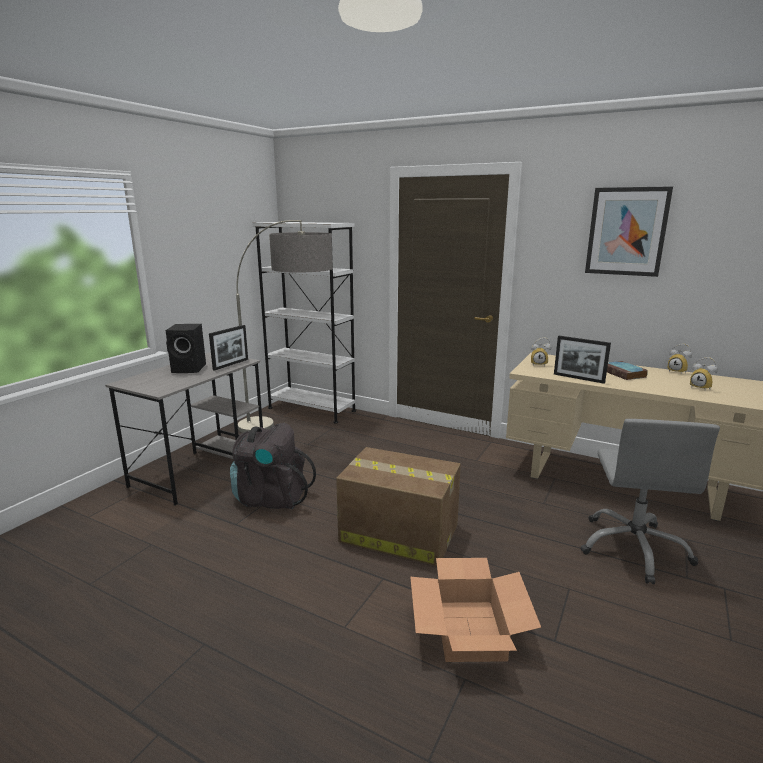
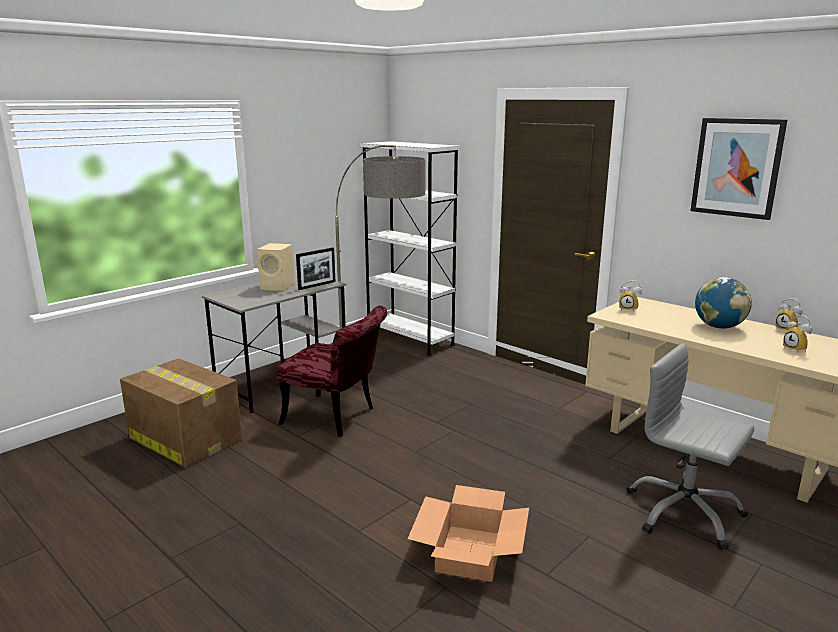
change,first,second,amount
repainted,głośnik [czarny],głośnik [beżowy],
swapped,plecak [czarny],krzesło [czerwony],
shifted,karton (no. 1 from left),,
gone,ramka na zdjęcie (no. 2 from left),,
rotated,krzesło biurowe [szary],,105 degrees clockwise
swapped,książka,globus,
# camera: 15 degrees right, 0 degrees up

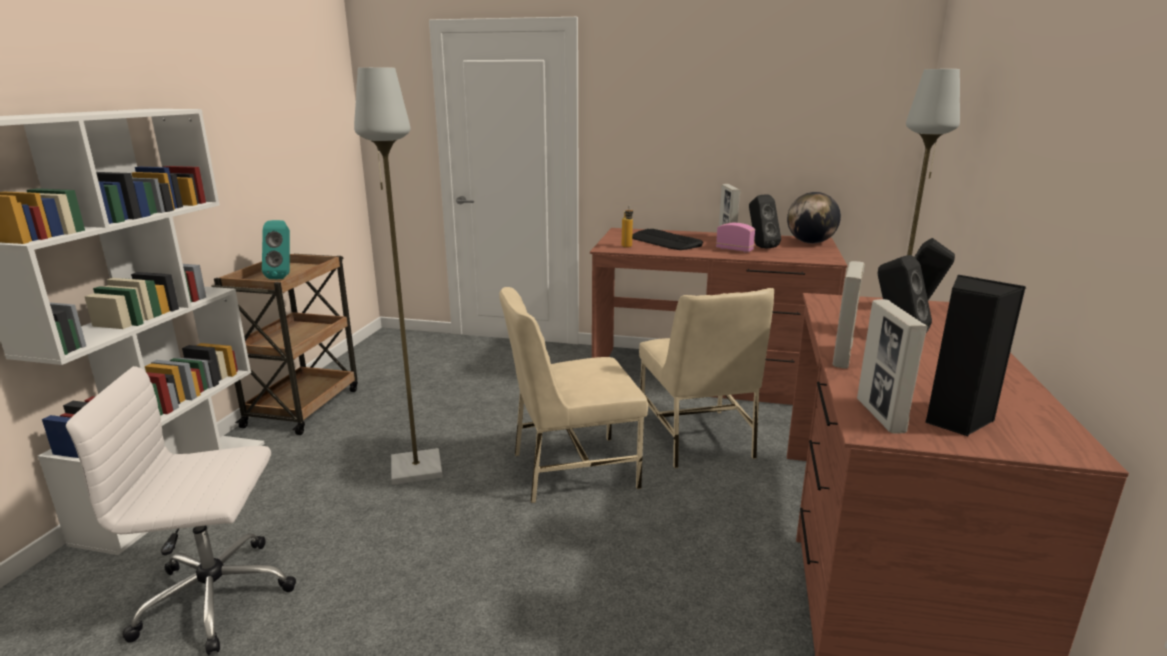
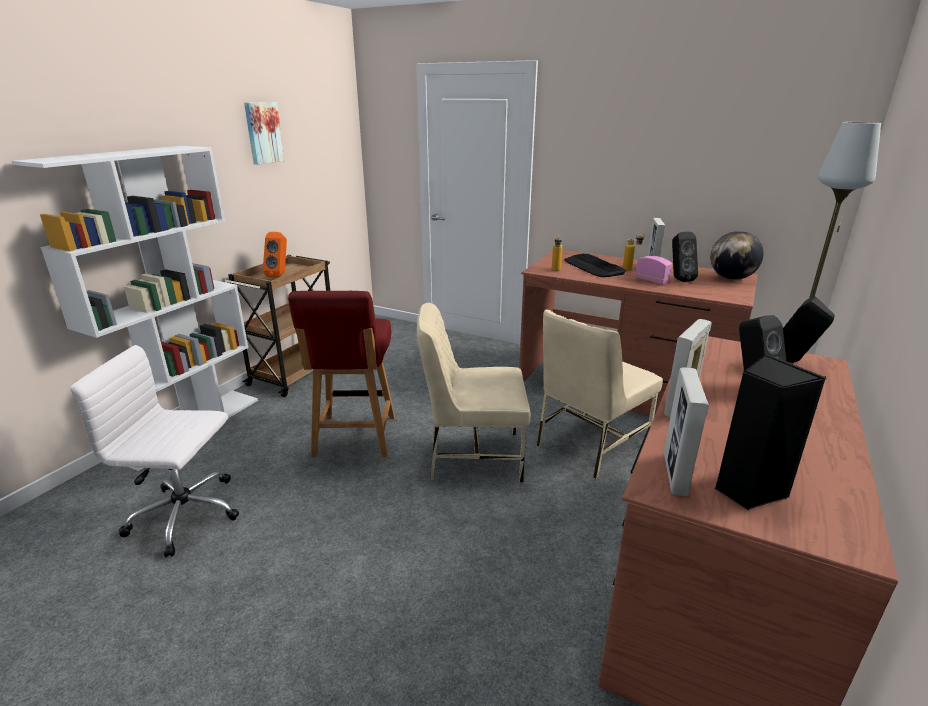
change,first,second,amount
repainted,głośnik [turkusowy],głośnik [pomarańczowy],
swapped,lampa stojąca [szary] (no. 1 from left),krzesło [czerwony],
rotated,krzesło [beżowy] (no. 2 from left),,45 degrees clockwise
new,,obraz,
new,,butelka (no. 2 from left),
# camera: 15 degrees right, 5 degrees up

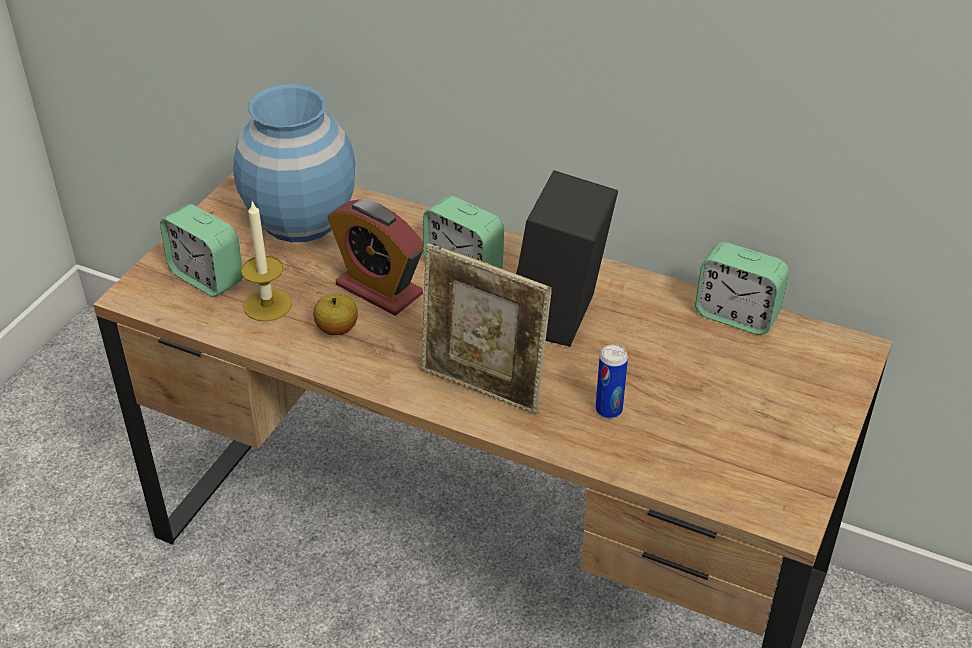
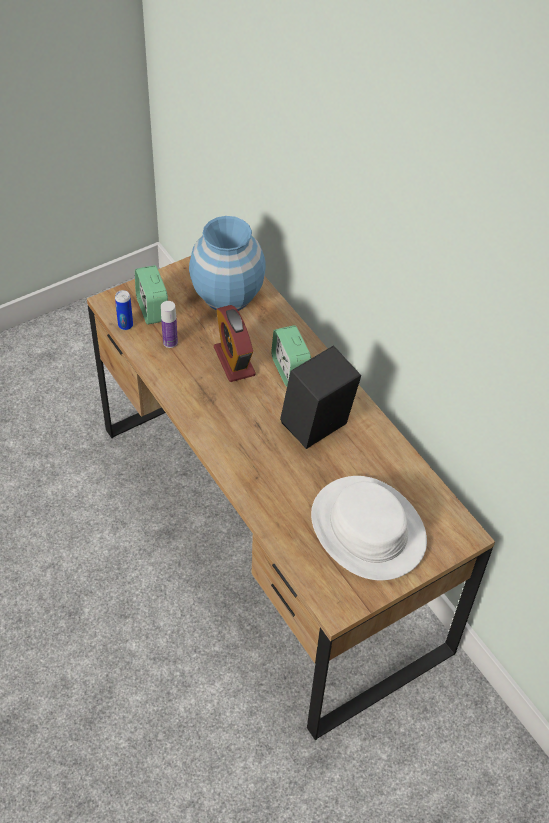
change,first,second,amount
swapped,świeca,butelka,
gone,jabłko,,
gone,ramka na zdjęcie,,
shifted,puszka,,
gone,budzik (no. 4 from left),,
new,,kapelusz [biały],
# camera: 30 degrees right, 10 degrees up

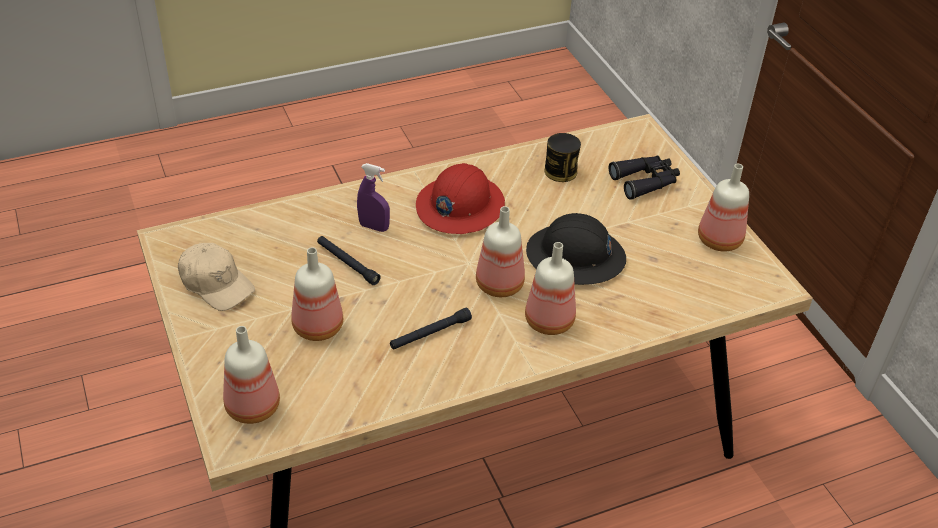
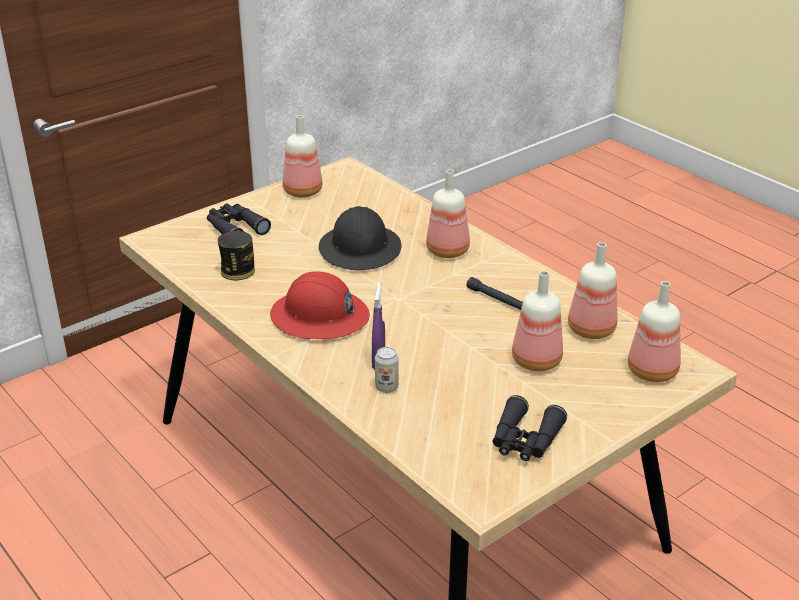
change,first,second,amount
swapped,czapka z daszkiem [beżowy],lornetka [czarny] (no. 2 from left),
gone,latarka [czarny] (no. 1 from left),,
shifted,butelka (no. 3 from left in the first image),butelka (no. 4 from left),
new,,puszka (no. 2 from left),
# camera: 105 degrees left, 10 degrees down

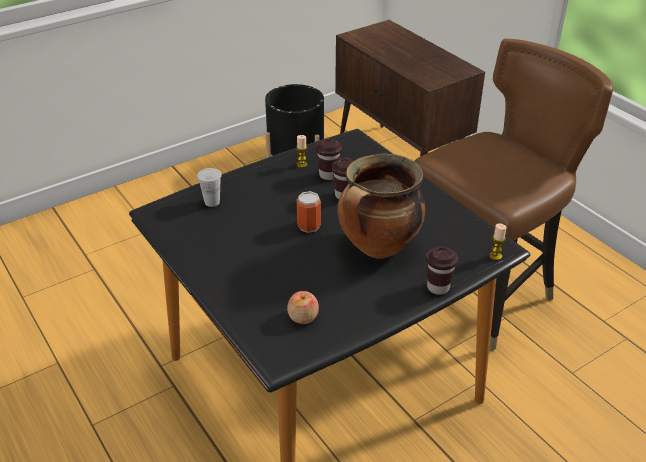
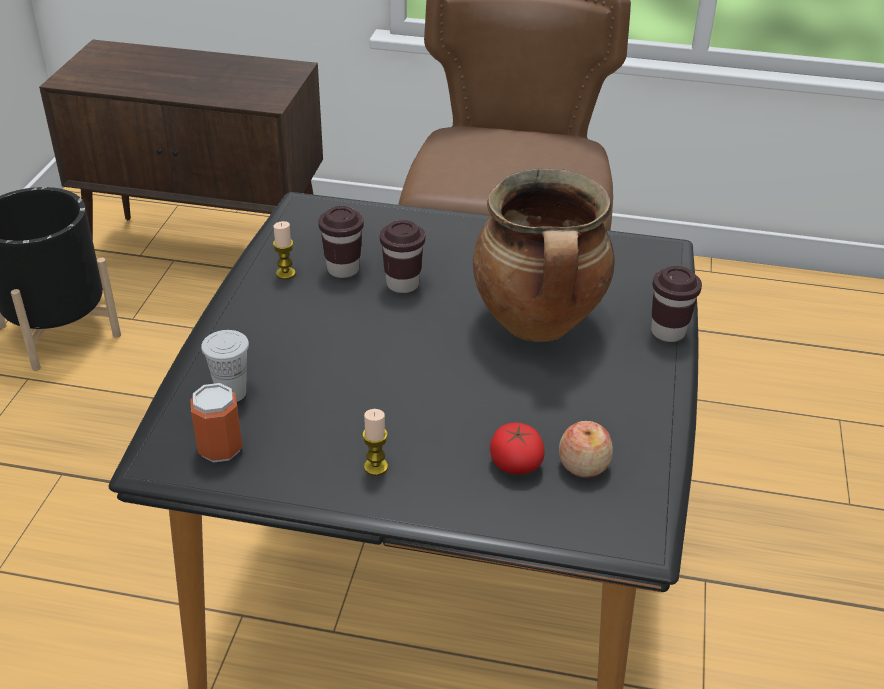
change,first,second,amount
shifted,puszka,,
shifted,świeca (no. 2 from left),,
new,,pomidor,
# camera: 45 degrees left, 0 degrees up

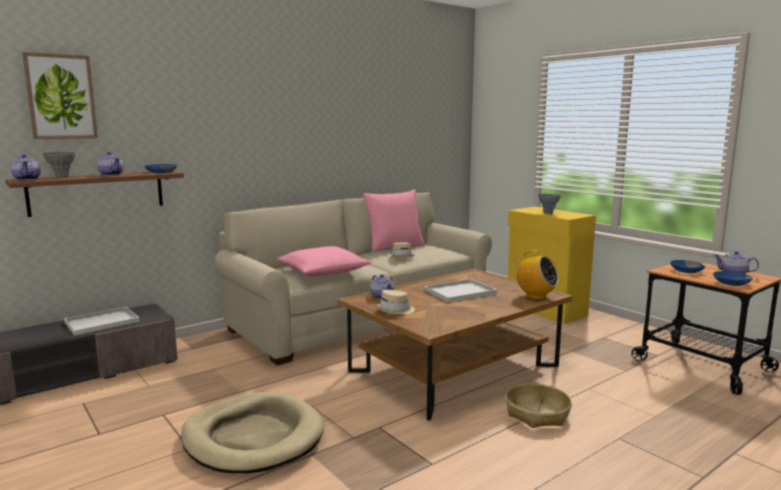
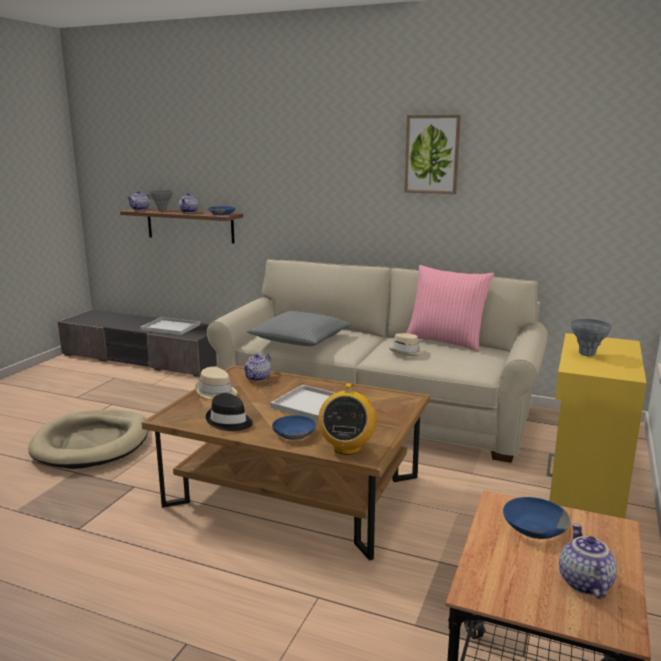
change,first,second,amount
shifted,obraz,,
repainted,poduszka [różowy] (no. 1 from left),poduszka [szary],
gone,koszyk,,
shifted,miska [niebieski] (no. 3 from left in the first image),miska [niebieski] (no. 2 from left),
new,,kapelusz [czarny],
# camera: 60 degrees right, 5 degrees up

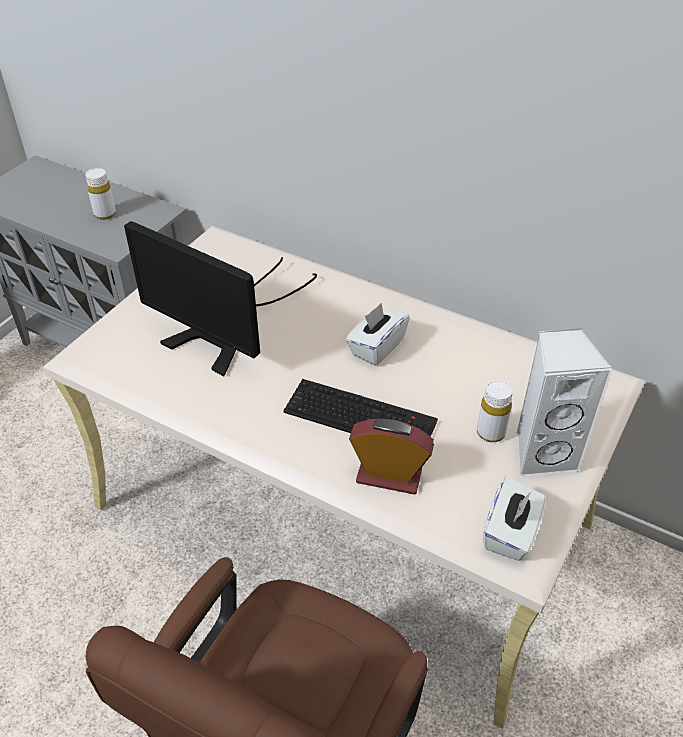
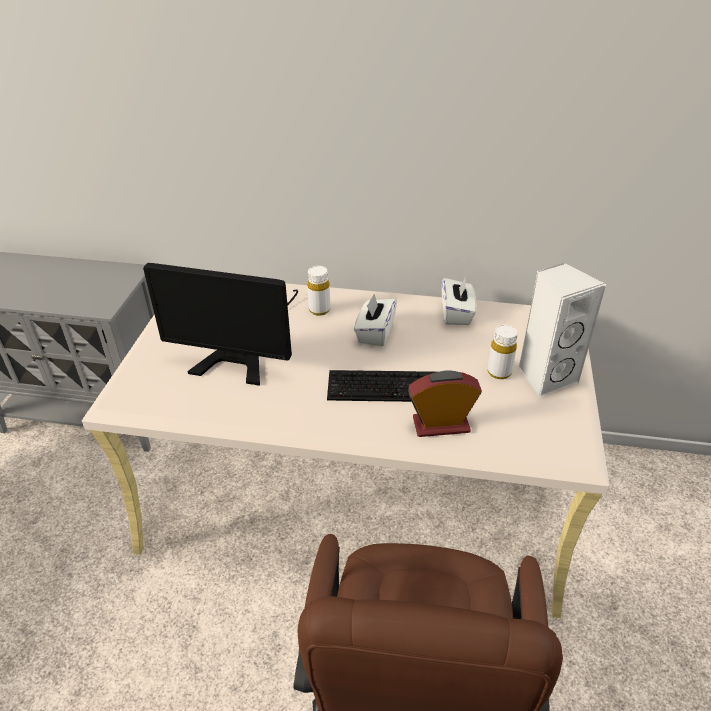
change,first,second,amount
shifted,butelka [biały] (no. 1 from left),,
shifted,pudełko chusteczek [biały] (no. 2 from left),,
# camera: 20 degrees left, 5 degrees down

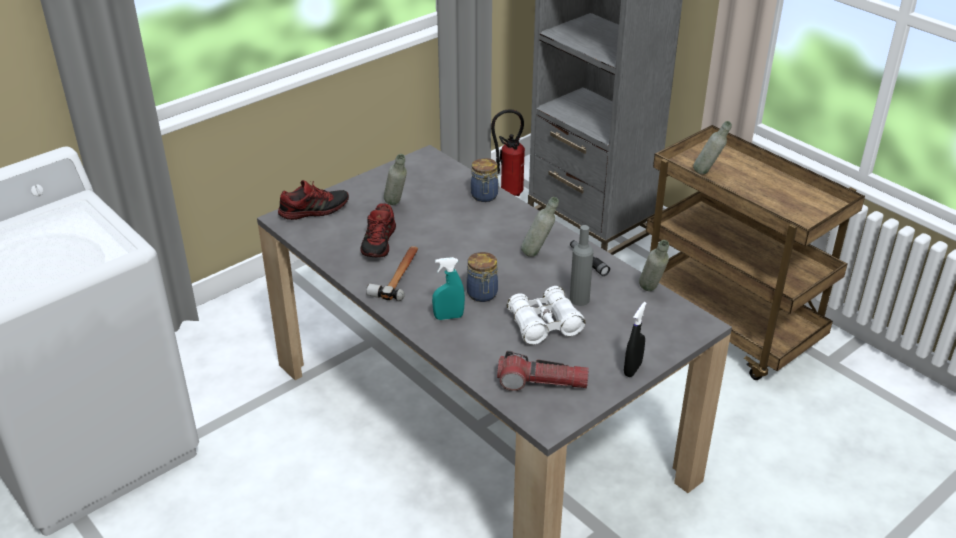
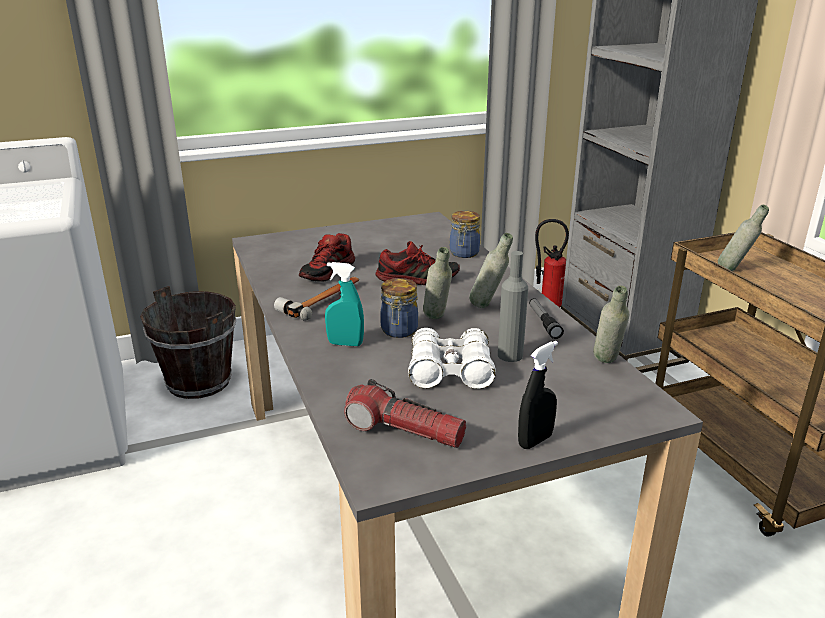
change,first,second,amount
shifted,but (no. 1 from left in the first image),but (no. 2 from left),
shifted,butelka [szary] (no. 1 from left),,
new,,wiadro [brązowy],
# camera: 20 degrees right, 10 degrees down

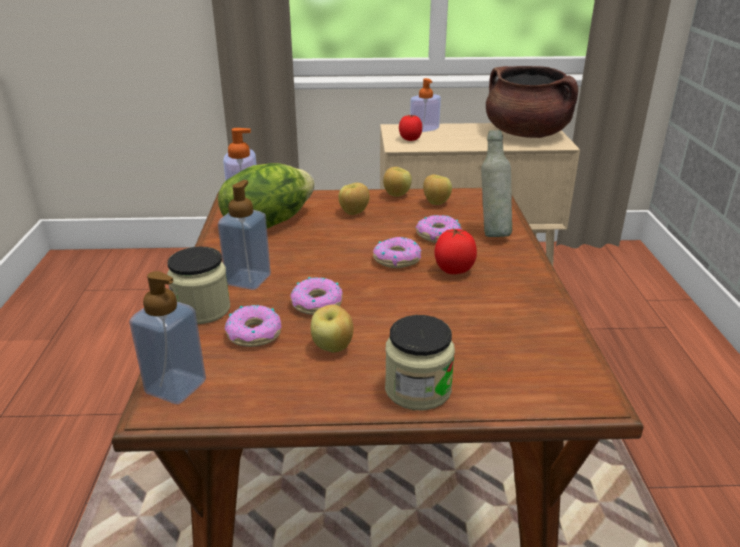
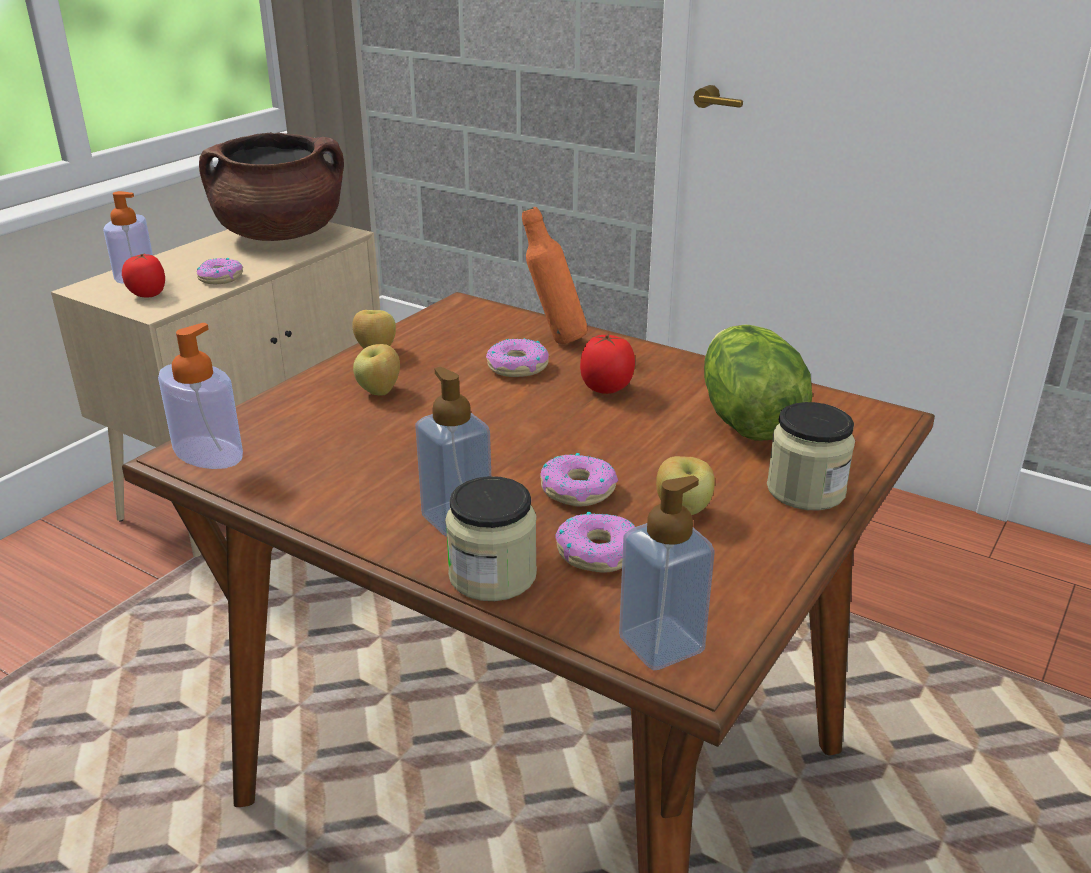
change,first,second,amount
shifted,sałata,,
shifted,donut (no. 3 from left in the first image),donut (no. 1 from left),
gone,jabłko (no. 4 from left),,
repainted,butelka [szary],butelka [pomarańczowy],
# camera: 55 degrees left, 0 degrees up

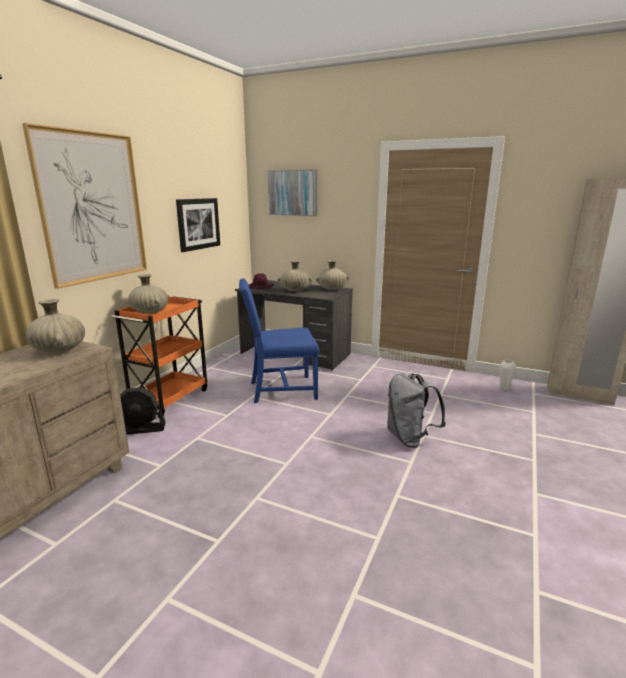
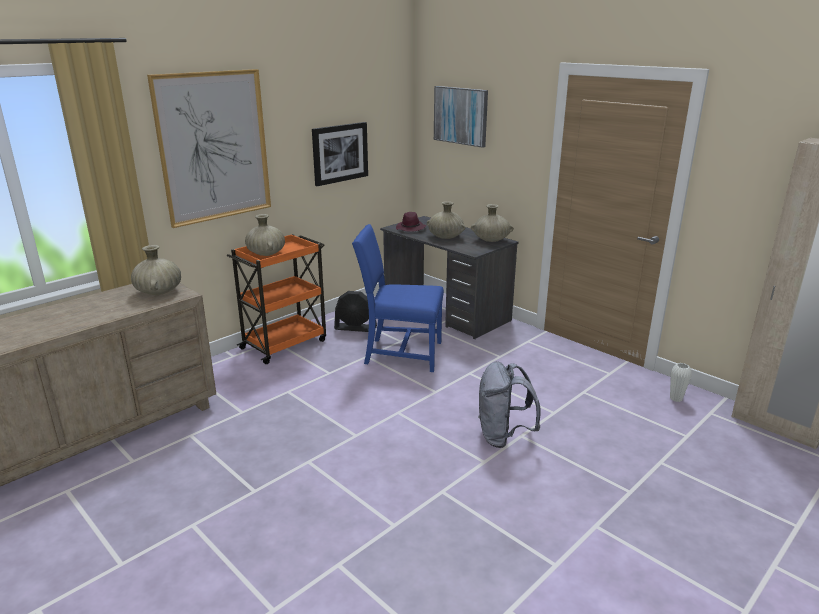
change,first,second,amount
shifted,wentylator [czarny],,
# camera: 20 degrees right, 5 degrees up

